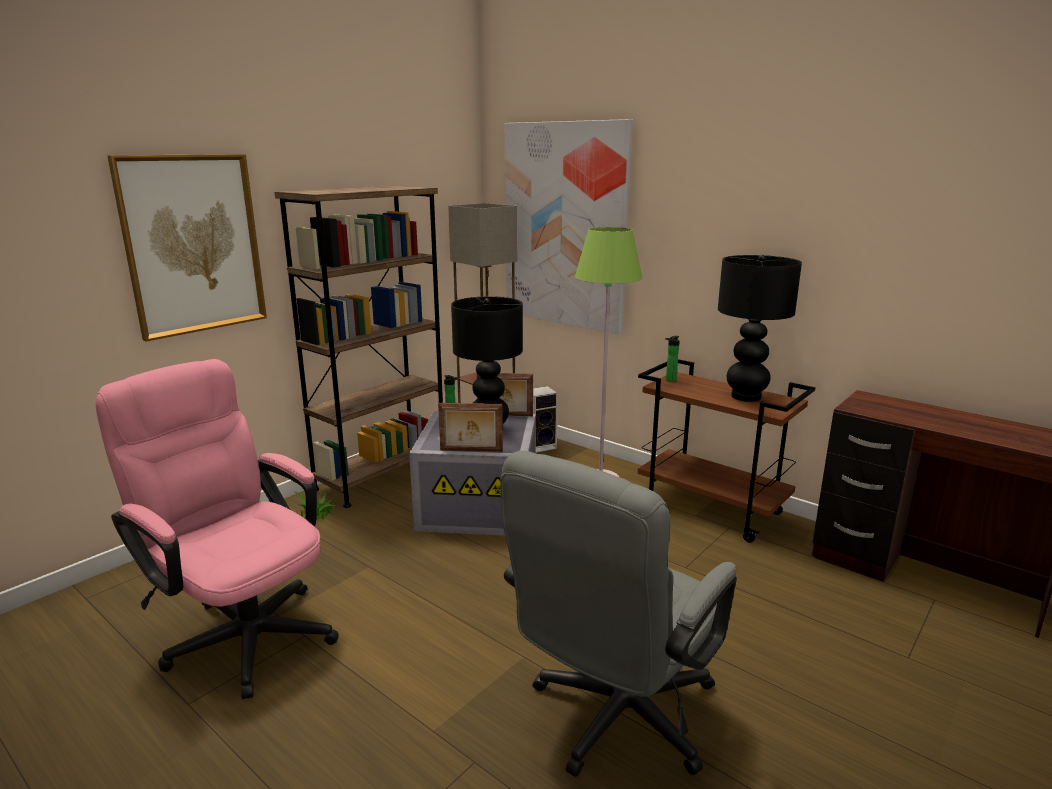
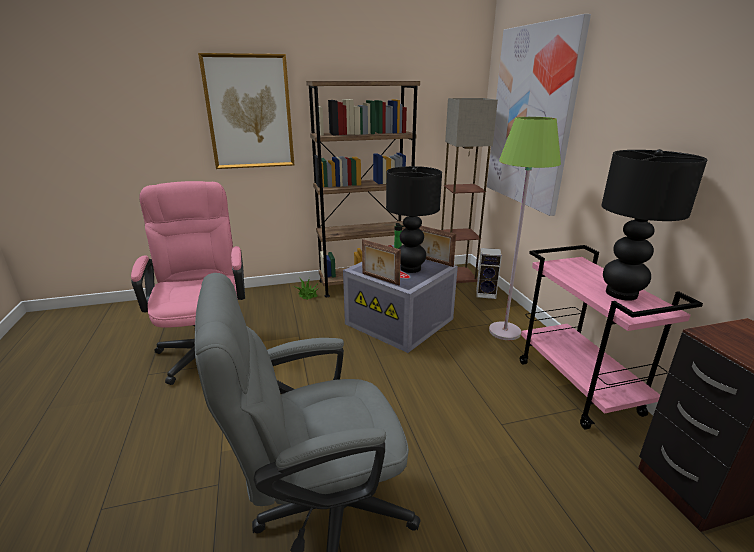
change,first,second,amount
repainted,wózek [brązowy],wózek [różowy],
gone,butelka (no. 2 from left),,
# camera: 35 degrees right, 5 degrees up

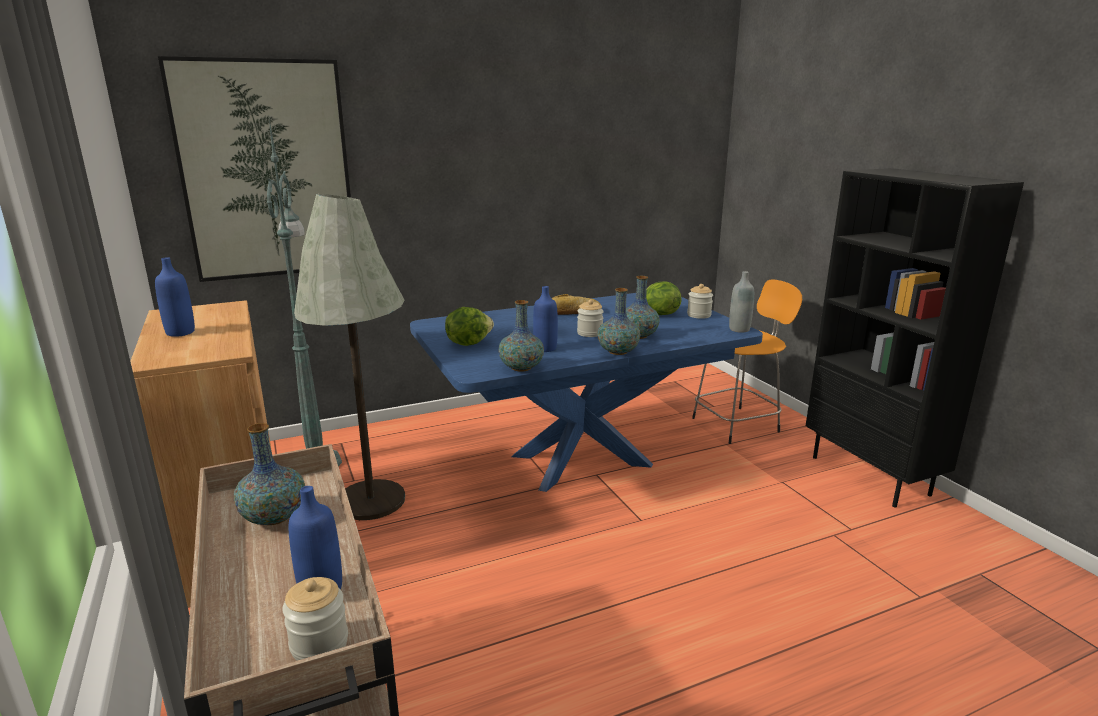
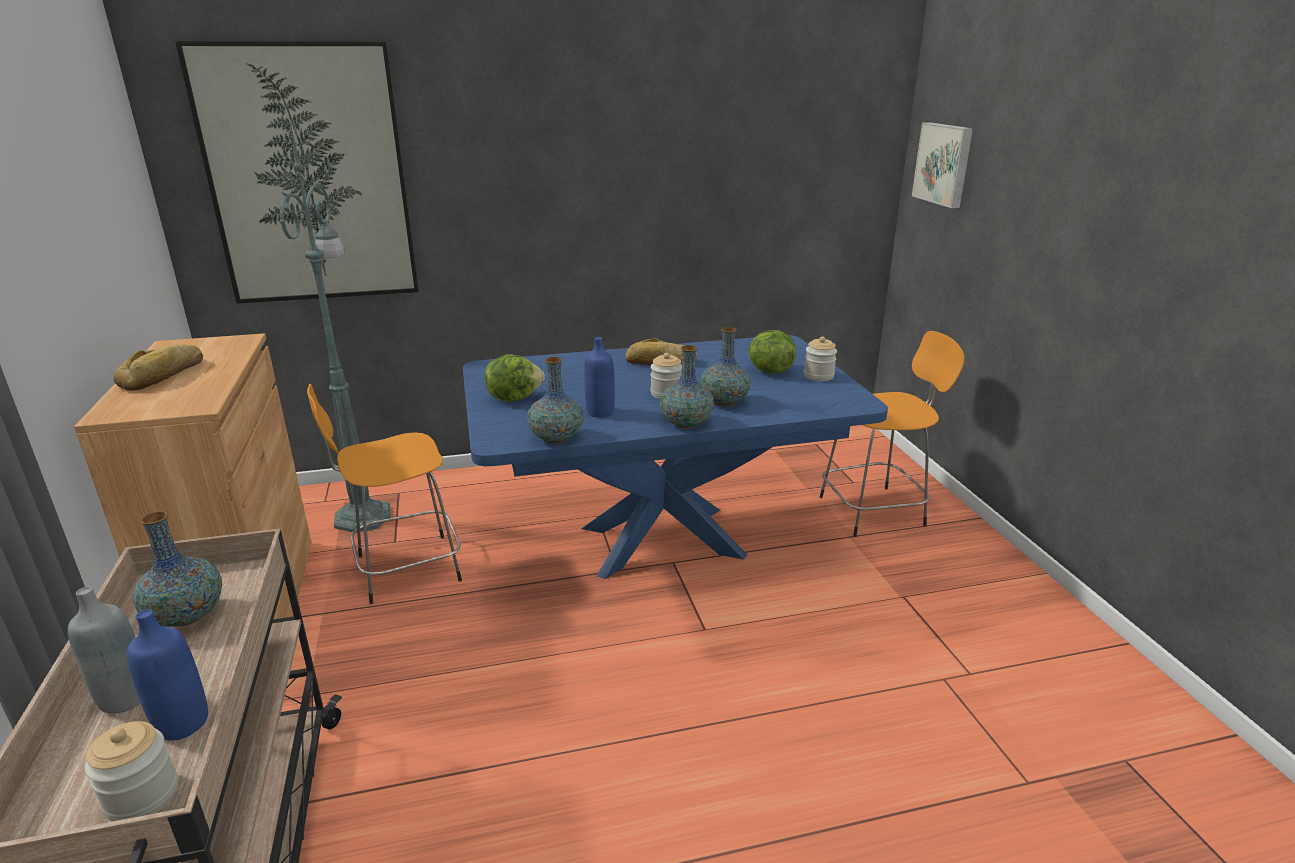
change,first,second,amount
swapped,butelka [niebieski] (no. 1 from left),chleb (no. 1 from left),
swapped,lampa stojąca [szary],stołek [pomarańczowy] (no. 1 from left),
shifted,butelka [szary],,
gone,regał [czarny],,
new,,obraz (no. 2 from left),
# camera: 10 degrees right, 5 degrees up

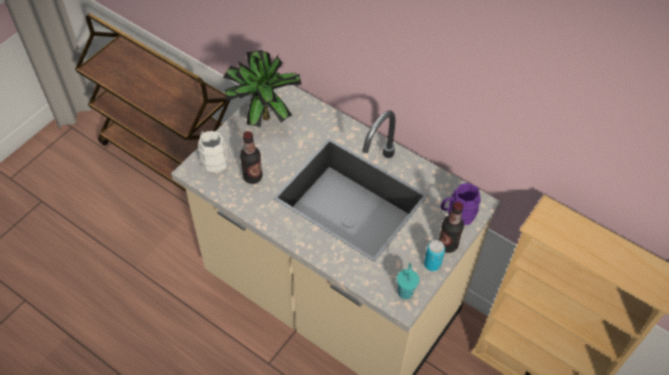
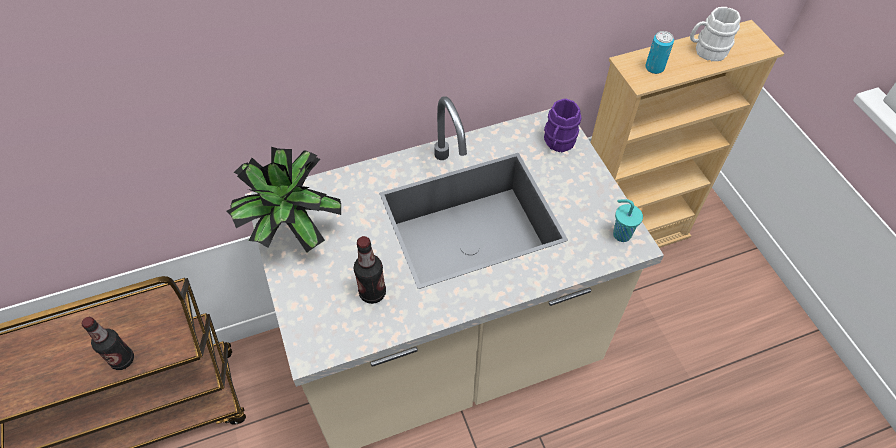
change,first,second,amount
shifted,kubek [biały],,
shifted,puszka,,
shifted,butelka (no. 2 from left in the first image),butelka (no. 1 from left),
# camera: 55 degrees left, 0 degrees up

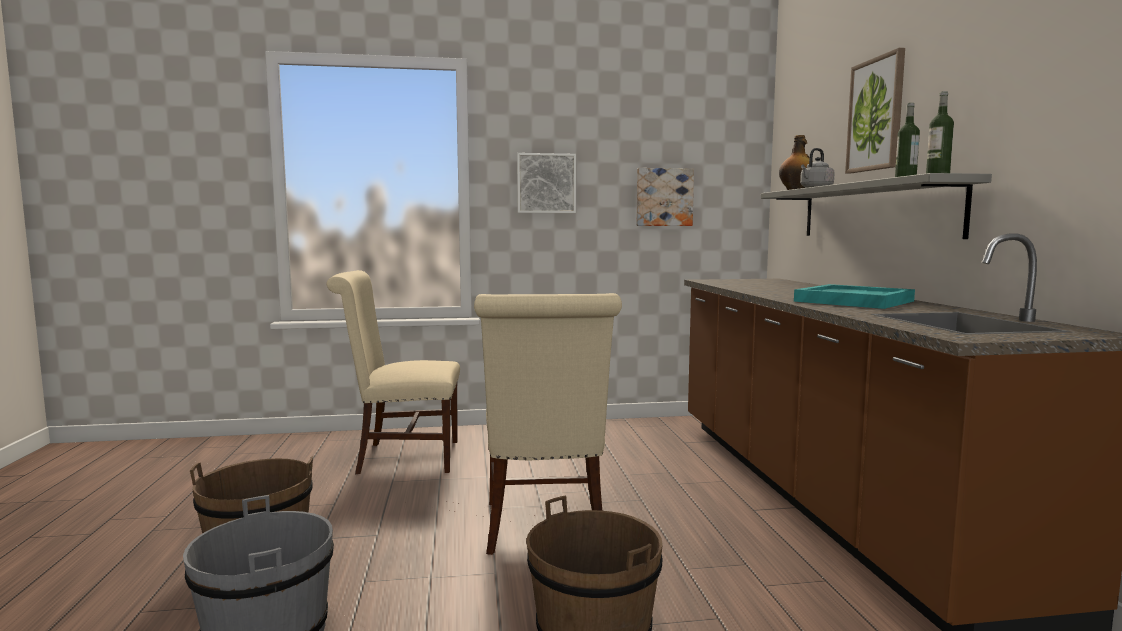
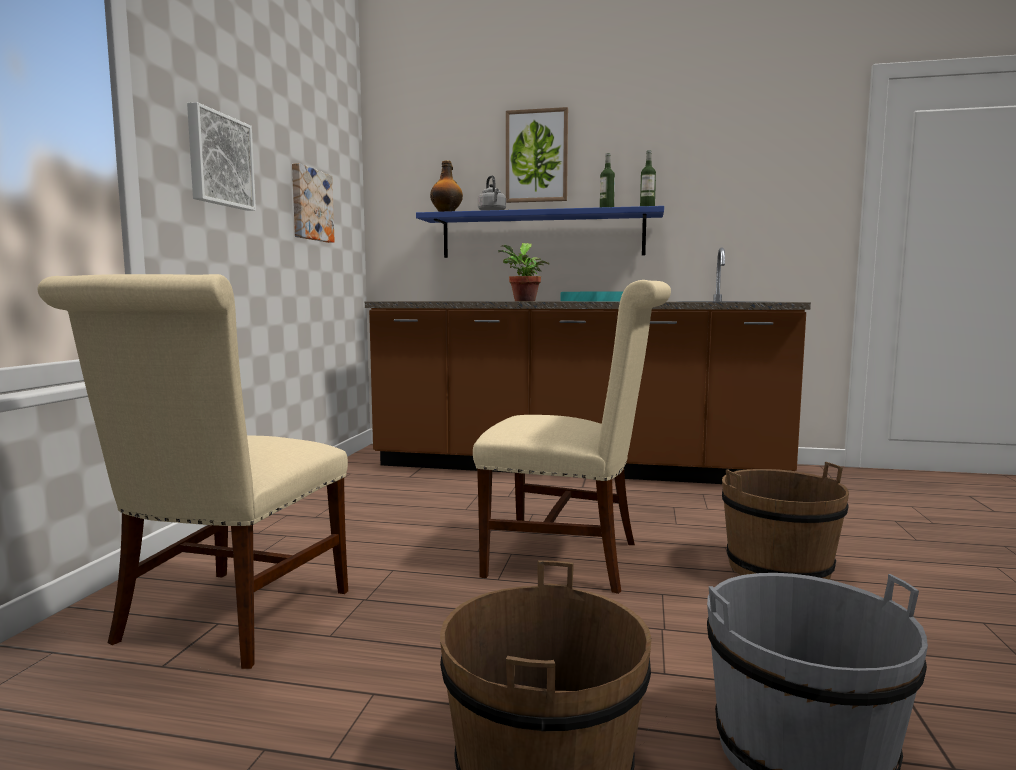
change,first,second,amount
repainted,półka [szary],półka [niebieski],
new,,roślina doniczkowa,
# camera: 70 degrees left, 0 degrees up

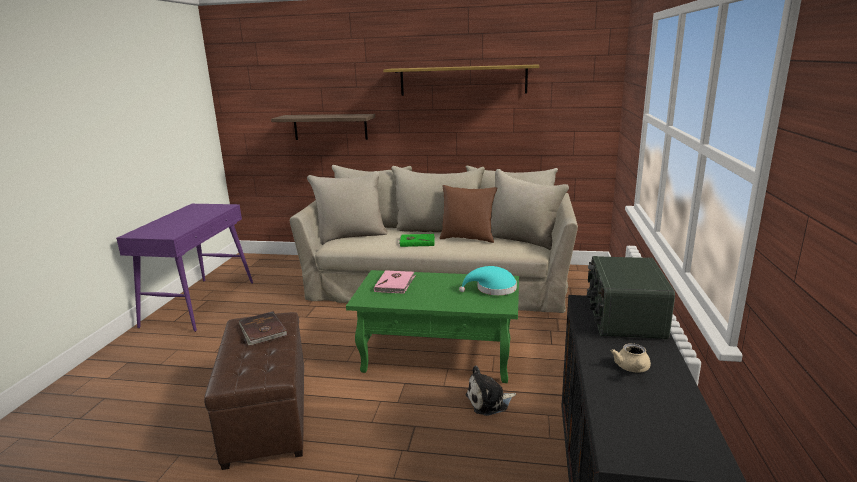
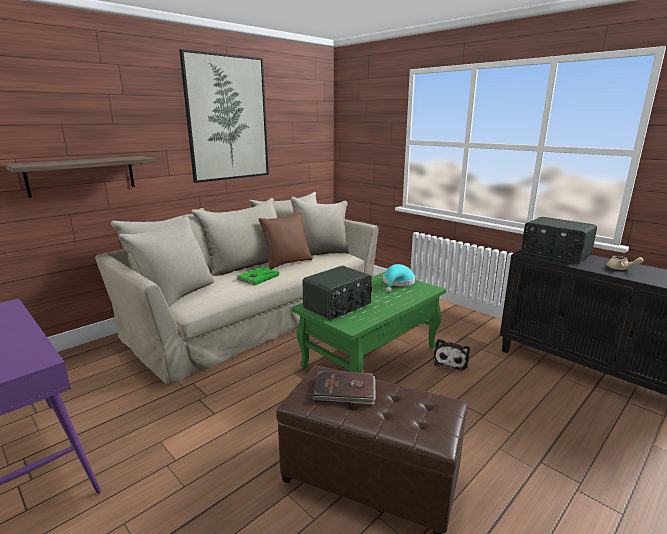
change,first,second,amount
swapped,książka [różowy],radio (no. 1 from left),
swapped,półka (no. 2 from left),obraz,
# camera: 55 degrees left, 0 degrees up

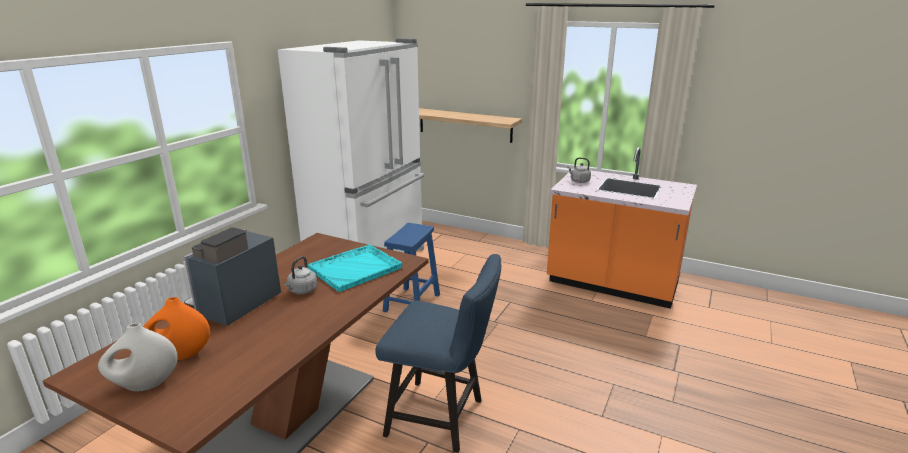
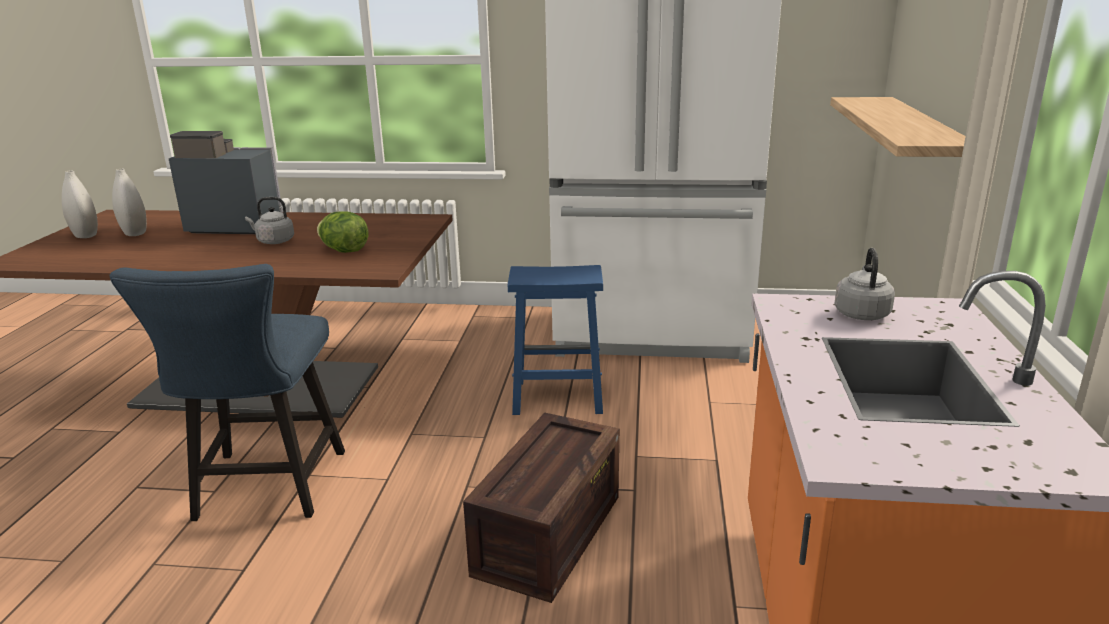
change,first,second,amount
repainted,wazon [pomarańczowy],wazon [biały] (no. 2 from left),
swapped,taca [turkusowy],sałata,
new,,skrzynka,
# camera: 70 degrees right, 0 degrees up

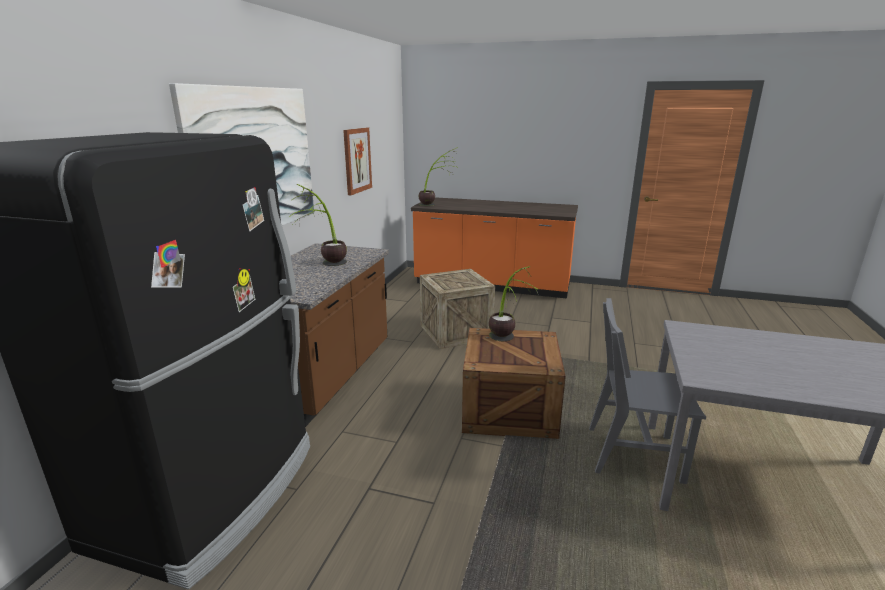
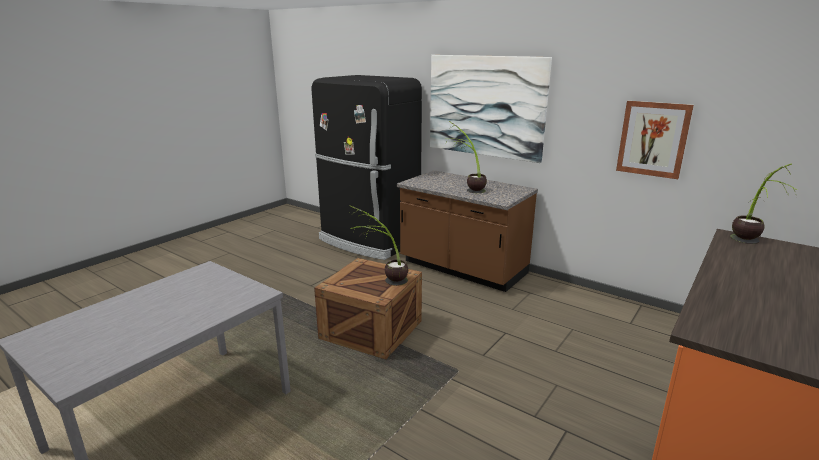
change,first,second,amount
gone,skrzynka (no. 1 from left),,
gone,krzesło [szary],,
# camera: 110 degrees right, 0 degrees up

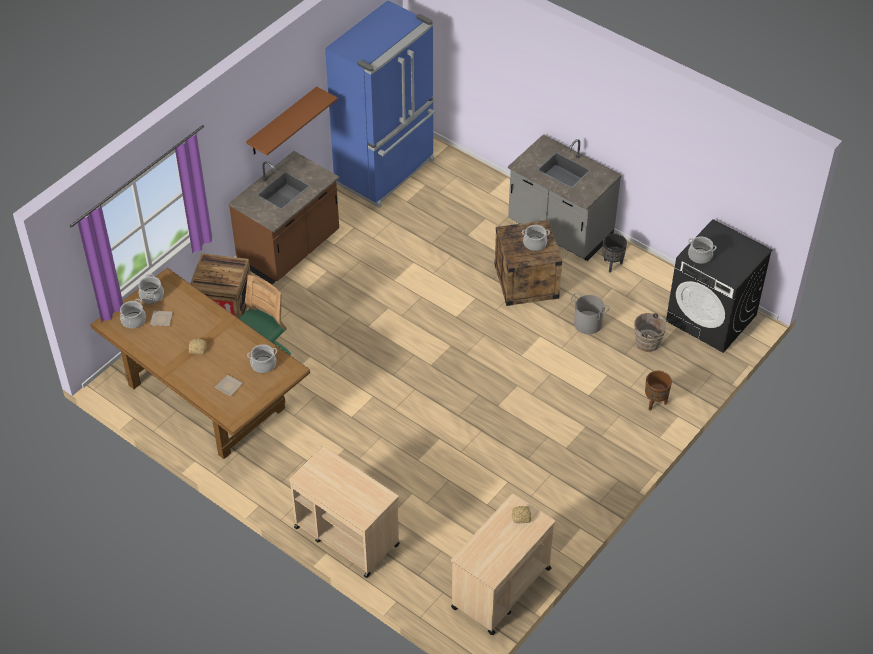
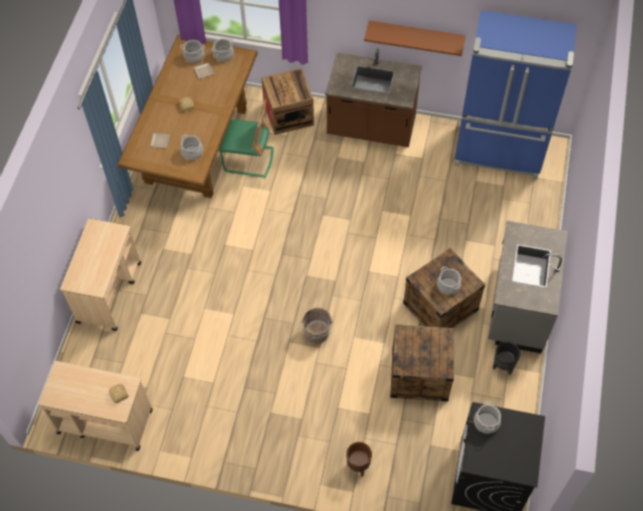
change,first,second,amount
swapped,wiadro [szary],skrzynka (no. 2 from left),
shifted,wiadro [brązowy],,
# camera: 65 degrees right, 10 degrees up

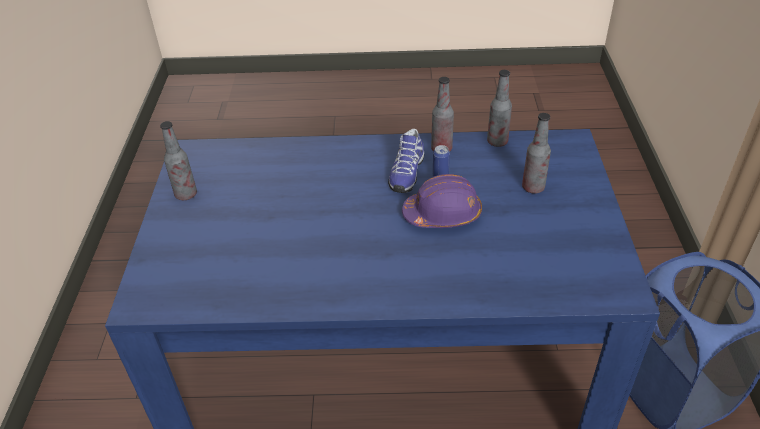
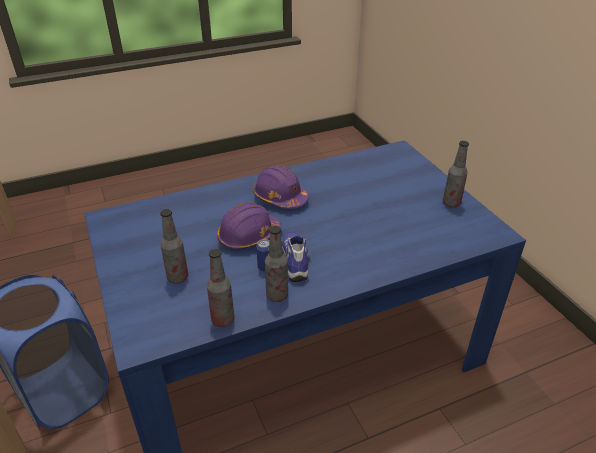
change,first,second,amount
new,,kask [fioletowy] (no. 2 from left),
# camera: 155 degrees right, 5 degrees down

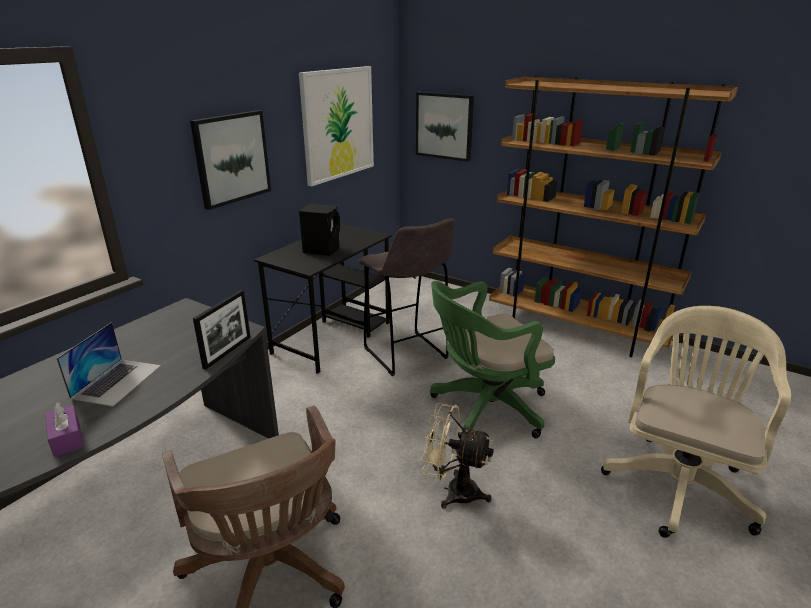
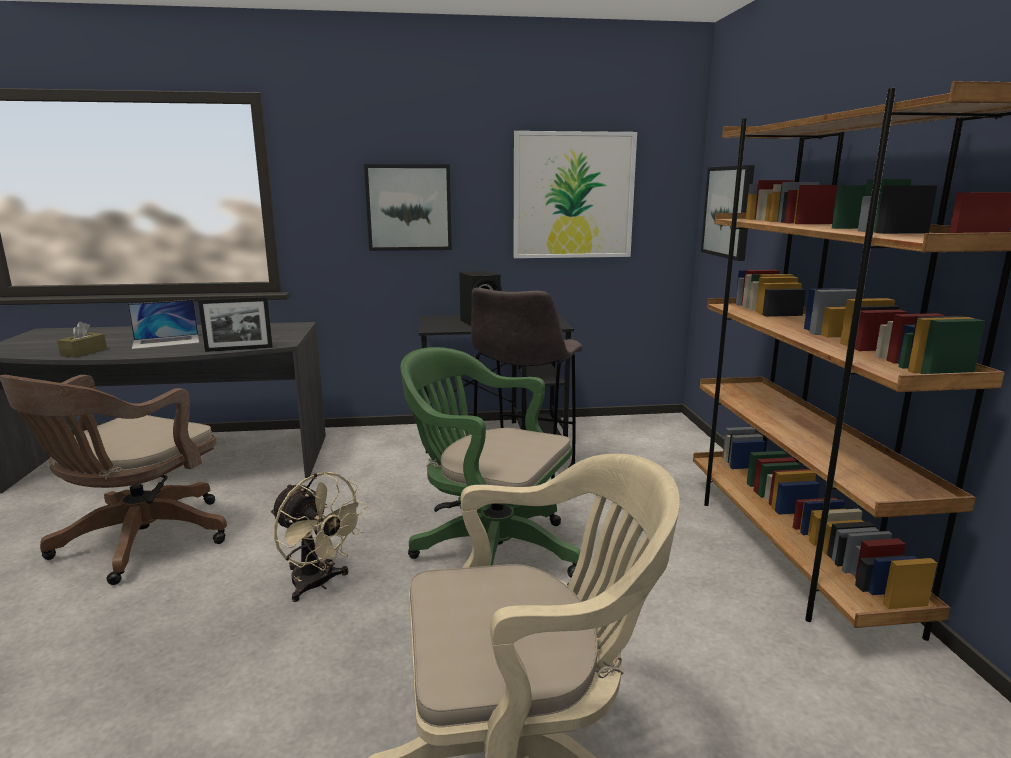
change,first,second,amount
repainted,pudełko chusteczek [fioletowy],pudełko chusteczek [brązowy],
rotated,wentylator [beżowy],,150 degrees clockwise
# camera: 50 degrees right, 10 degrees down

